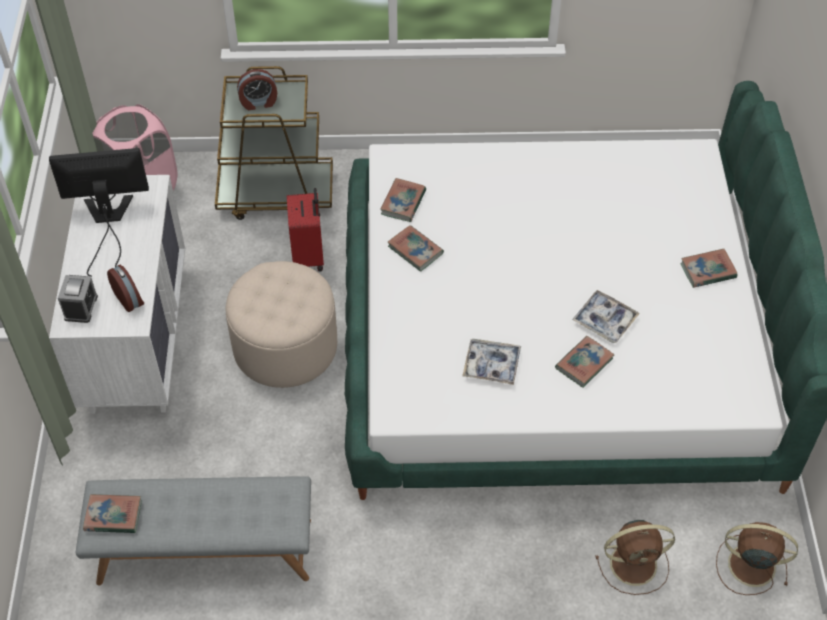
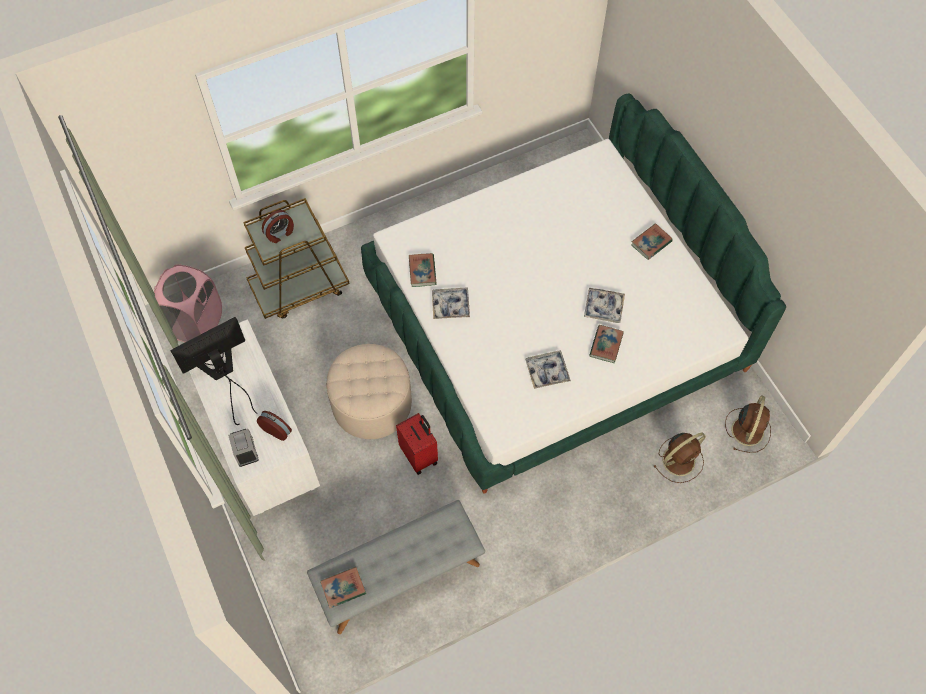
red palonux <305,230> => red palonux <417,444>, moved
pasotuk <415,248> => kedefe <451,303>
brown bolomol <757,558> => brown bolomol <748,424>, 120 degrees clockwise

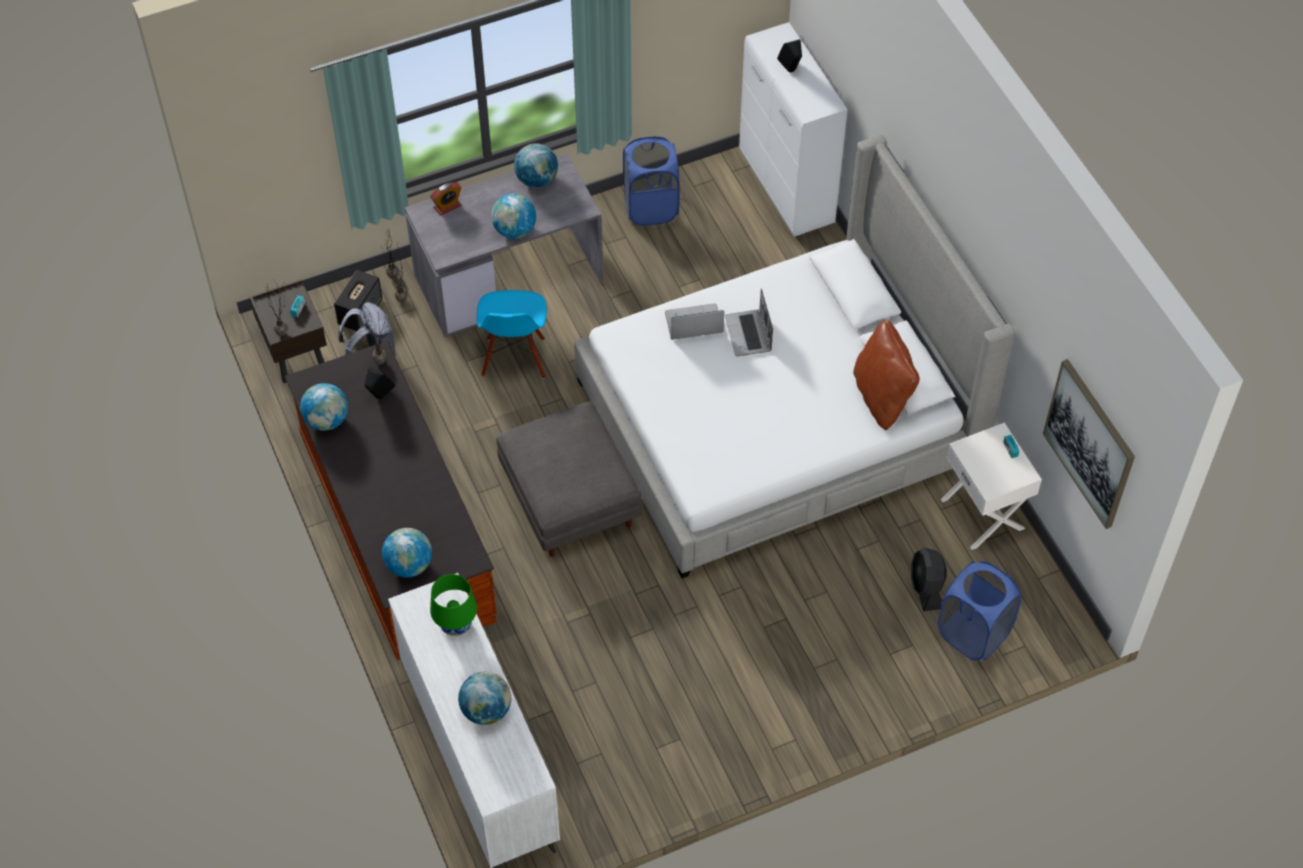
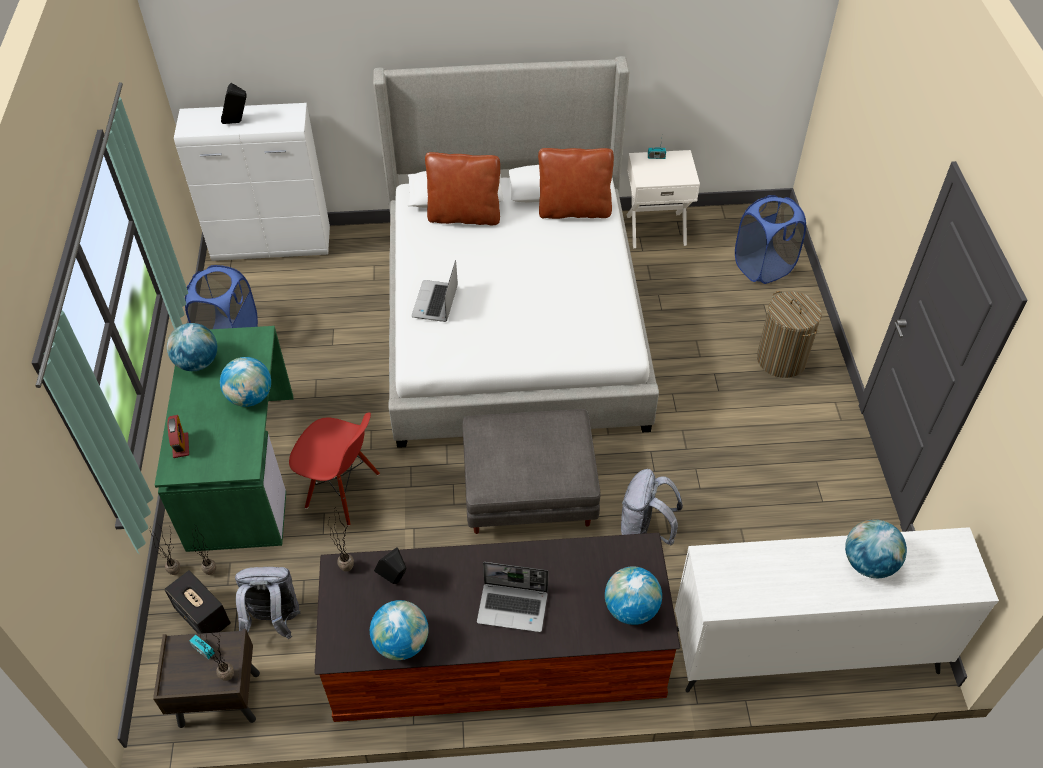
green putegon <453,605> => nothing
black bolomol <929,579> => nothing
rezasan <1089,444> => nothing
nothing => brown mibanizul <462,188>
nothing => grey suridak <652,507>
nothing => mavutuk <789,334>
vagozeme <749,322> => vagozeme <513,597>, moved
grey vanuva <504,245> => green vanuva <224,439>
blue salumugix <512,334> => red salumugix <334,469>

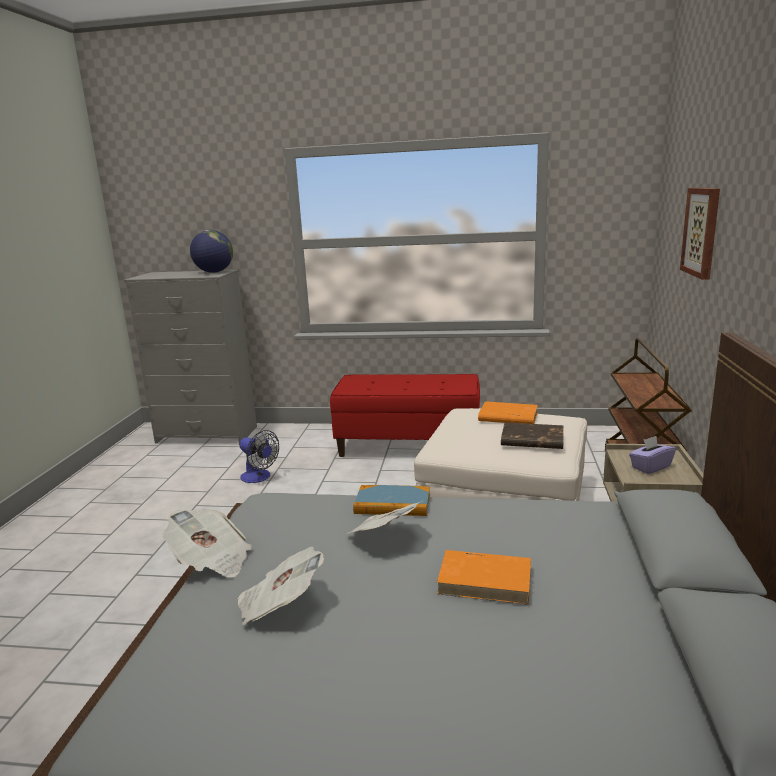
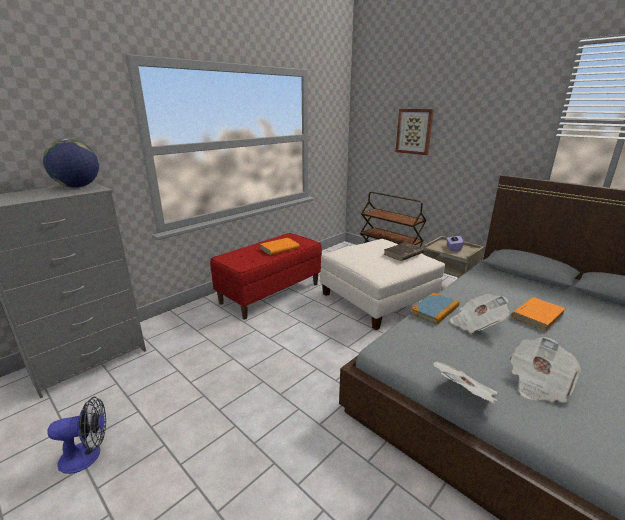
bolomol <259,456> => bolomol <77,435>, moved
orange pasotuk <508,412> => orange pasotuk <280,246>, moved

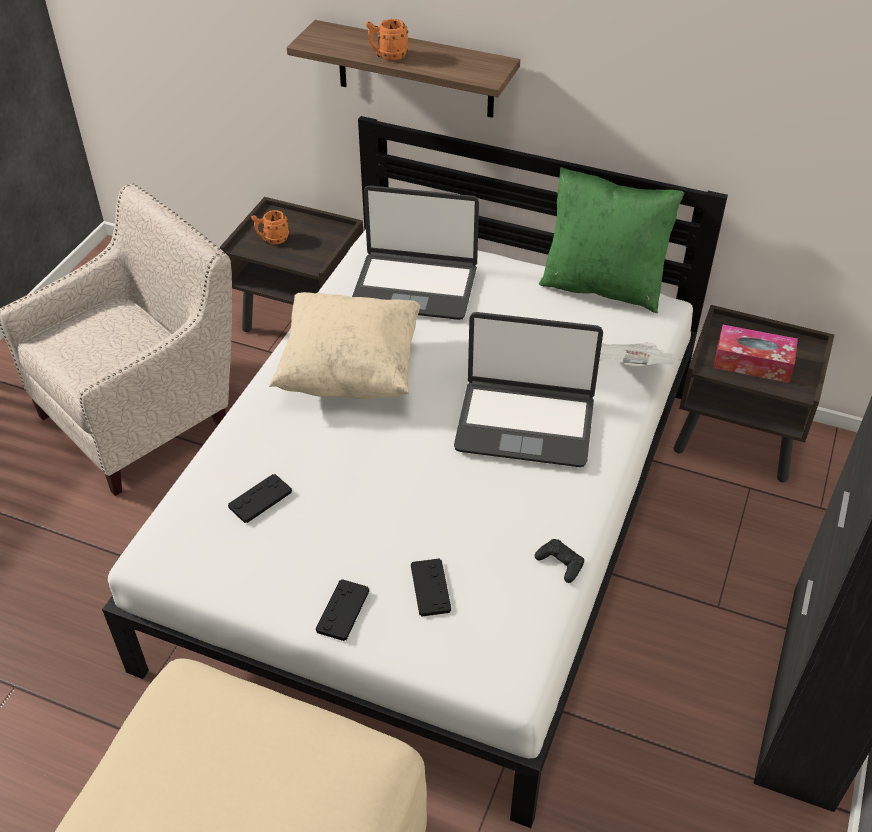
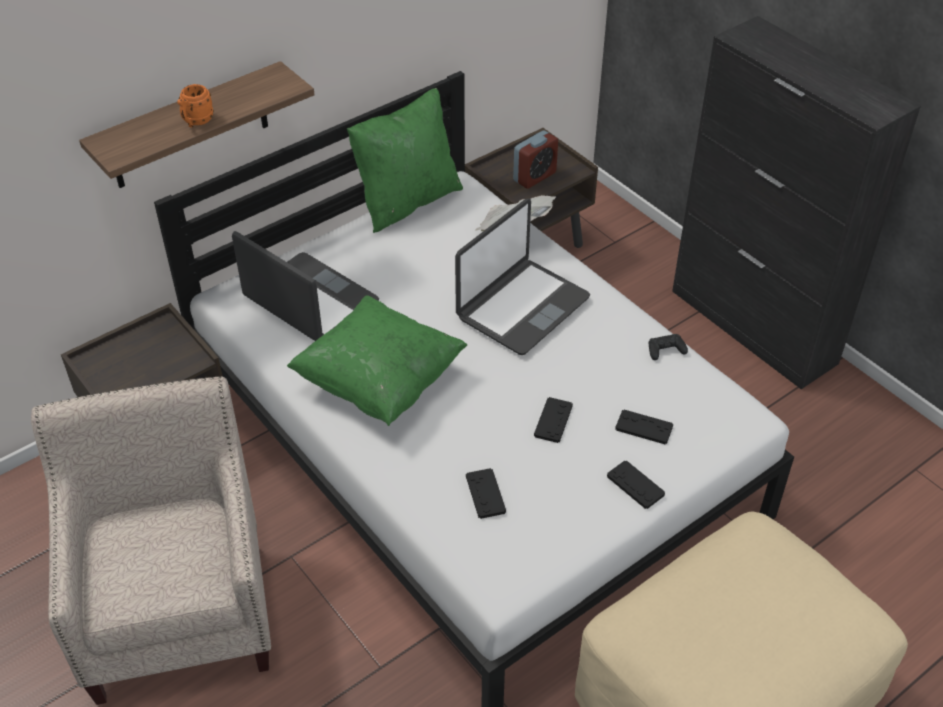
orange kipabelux <270,227> => nothing
nothing => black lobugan <553,420>
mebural <756,354> => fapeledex <535,160>
beige mibanizul <345,345> => green mibanizul <377,360>
vagozeme <415,253> => vagozeme <305,286>, 90 degrees counterclockwise

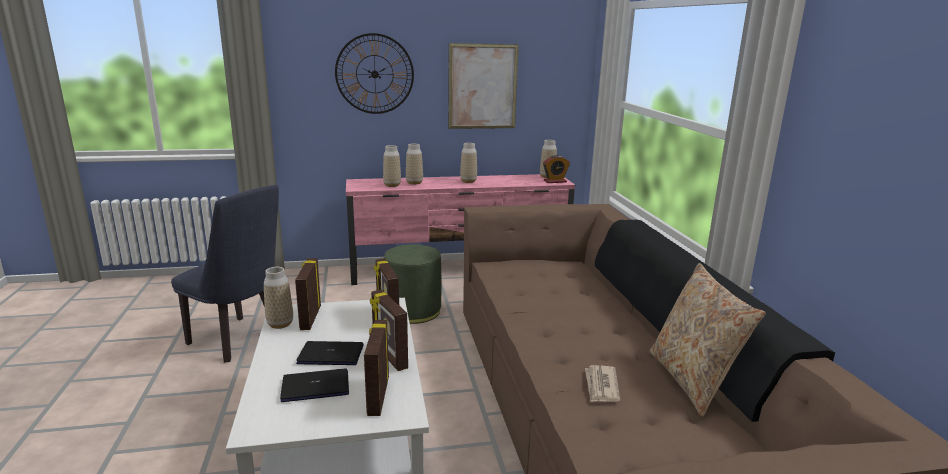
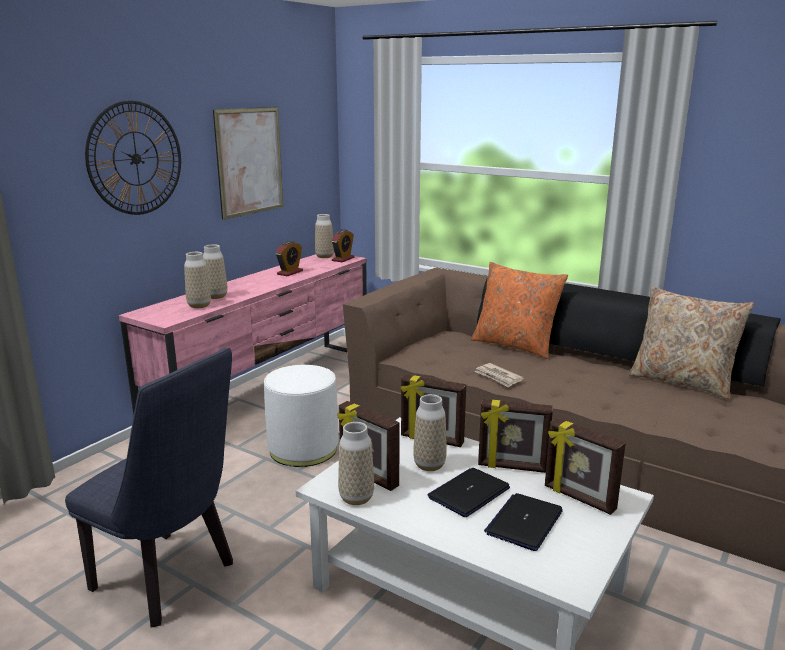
nothing => fapeledex <289,258>
nothing => orange mibanizul <519,310>
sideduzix <468,163> => sideduzix <430,432>, moved
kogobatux <602,383> => kogobatux <499,375>, moved
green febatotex <412,284> => white febatotex <301,416>
blue salumugix <225,274> => blue salumugix <149,488>, 45 degrees clockwise

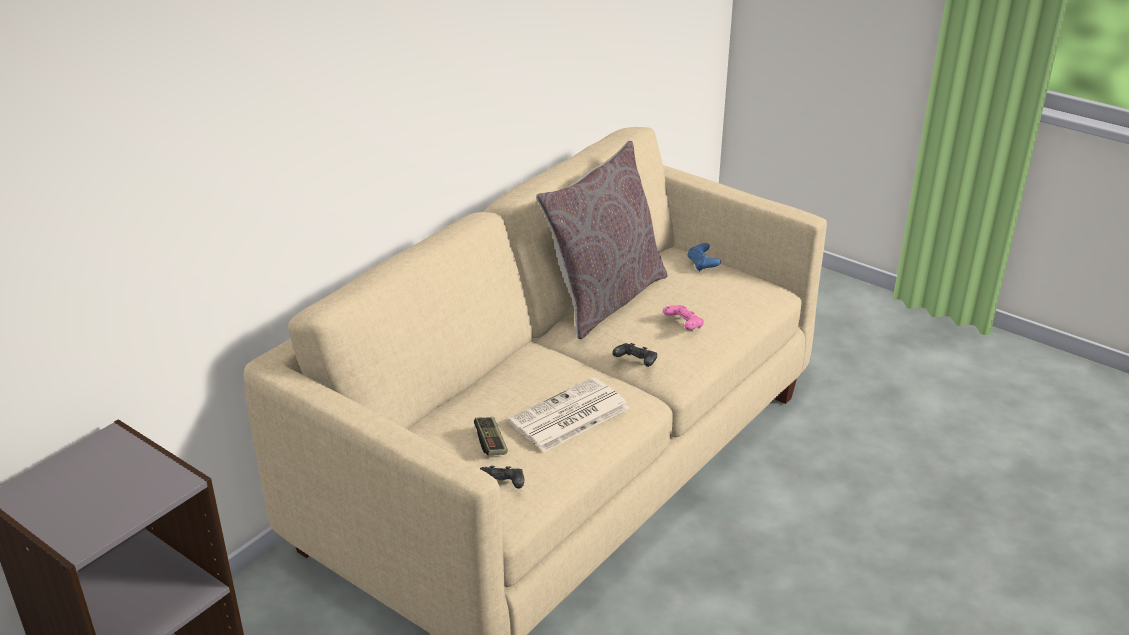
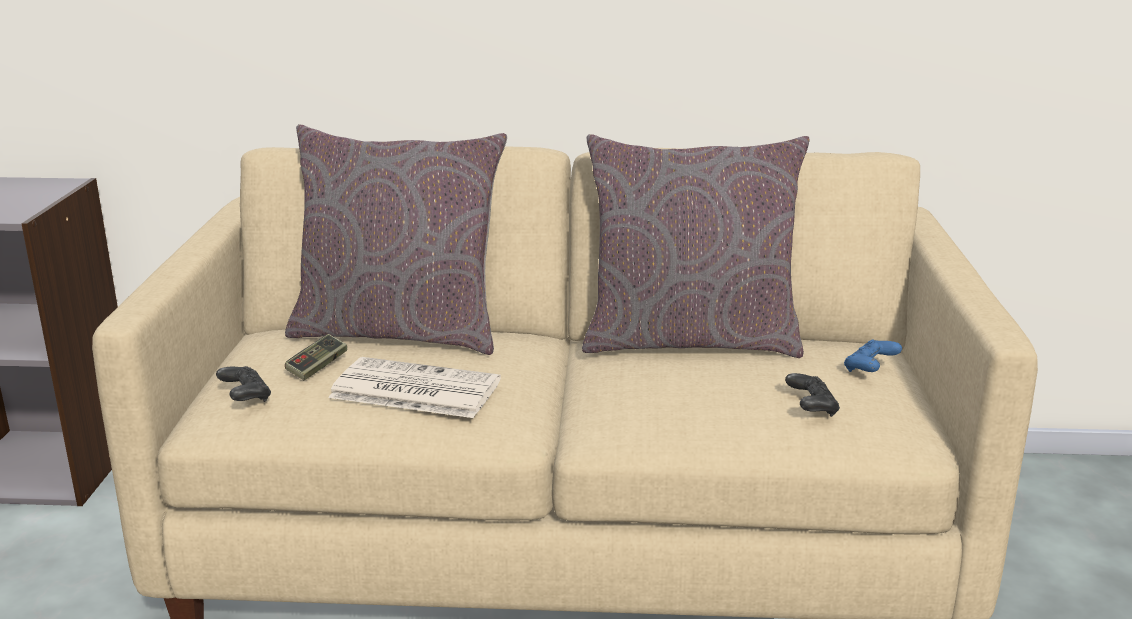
pink lobugan <683,317> => nothing
nothing => grey mibanizul <396,239>
black lobugan <634,355> => black lobugan <812,395>, moved

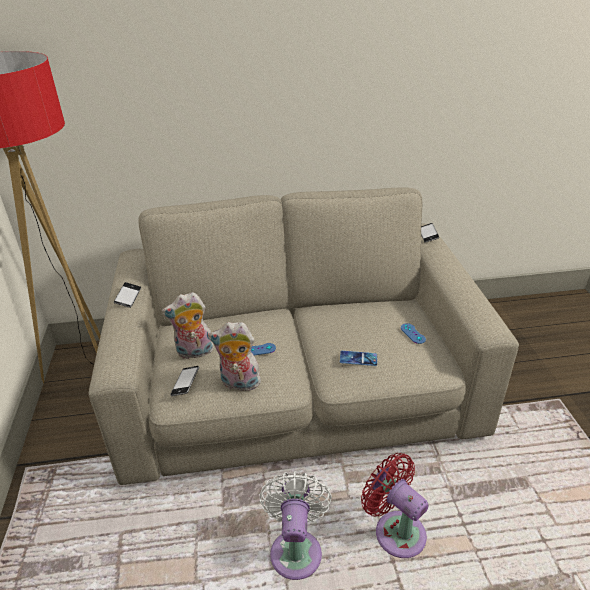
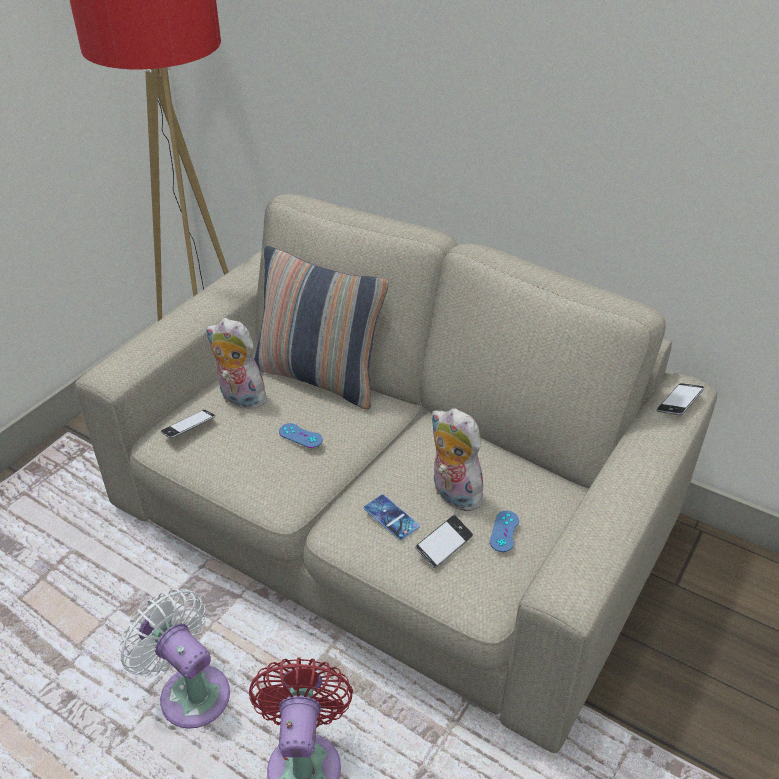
nothing => mibanizul <321,327>
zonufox <127,295> => zonufox <444,541>, moved
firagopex <234,356> => firagopex <457,459>, moved
white bolomol <296,526> => white bolomol <174,659>, 90 degrees counterclockwise

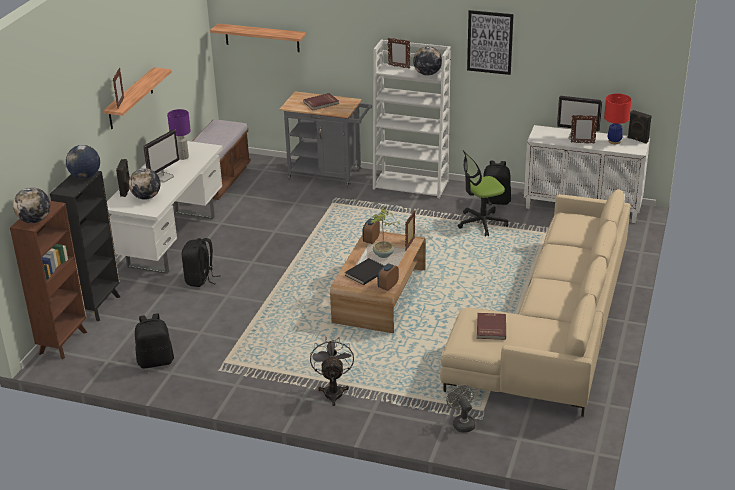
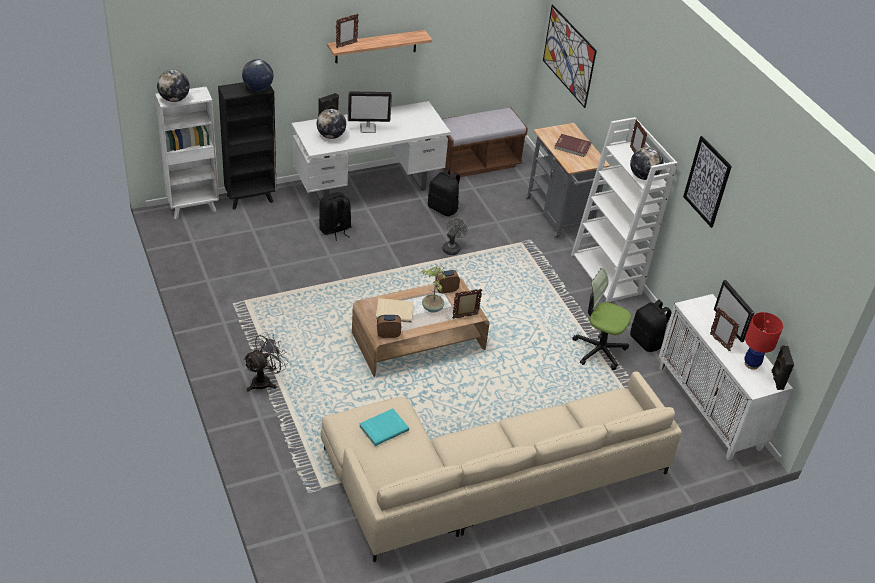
purple putegon <179,134> => nothing
black suridak <154,341> => black suridak <444,192>, moved
grey bolomol <460,409> => grey bolomol <455,236>, moved
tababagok <258,37> => rezasan <570,56>
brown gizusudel <48,280> => white gizusudel <187,153>
black pasotuk <364,271> => beige pasotuk <395,310>
red pasotuk <491,326> => turquoise pasotuk <384,427>

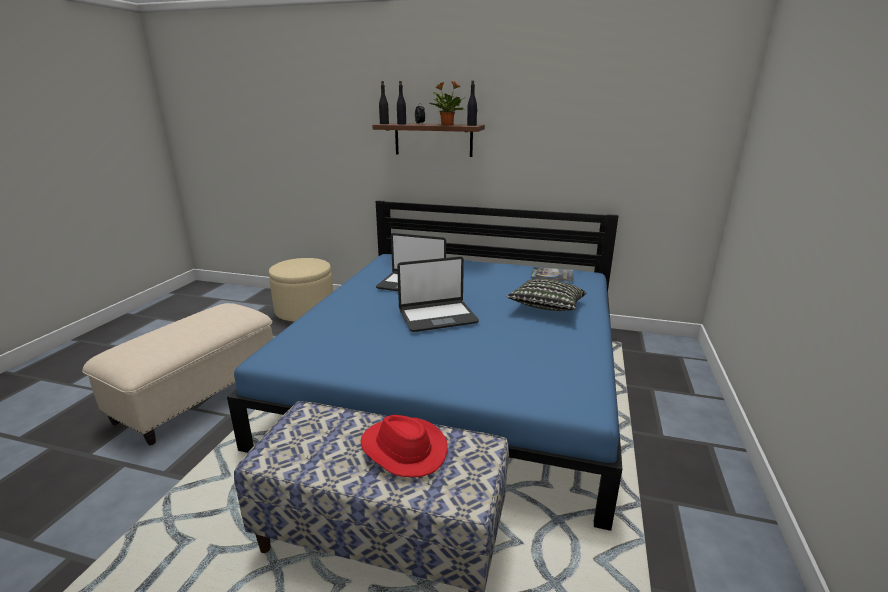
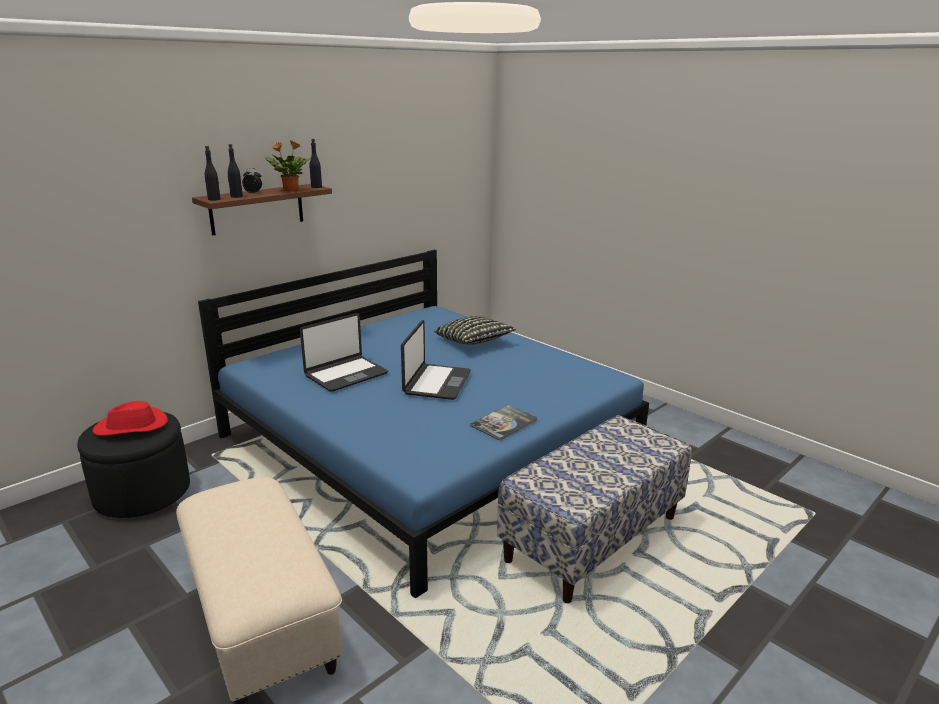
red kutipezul <404,446> => red kutipezul <130,418>, moved
pasotuk <552,274> => pasotuk <503,422>, moved
beige febatotex <301,290> => black febatotex <133,465>

